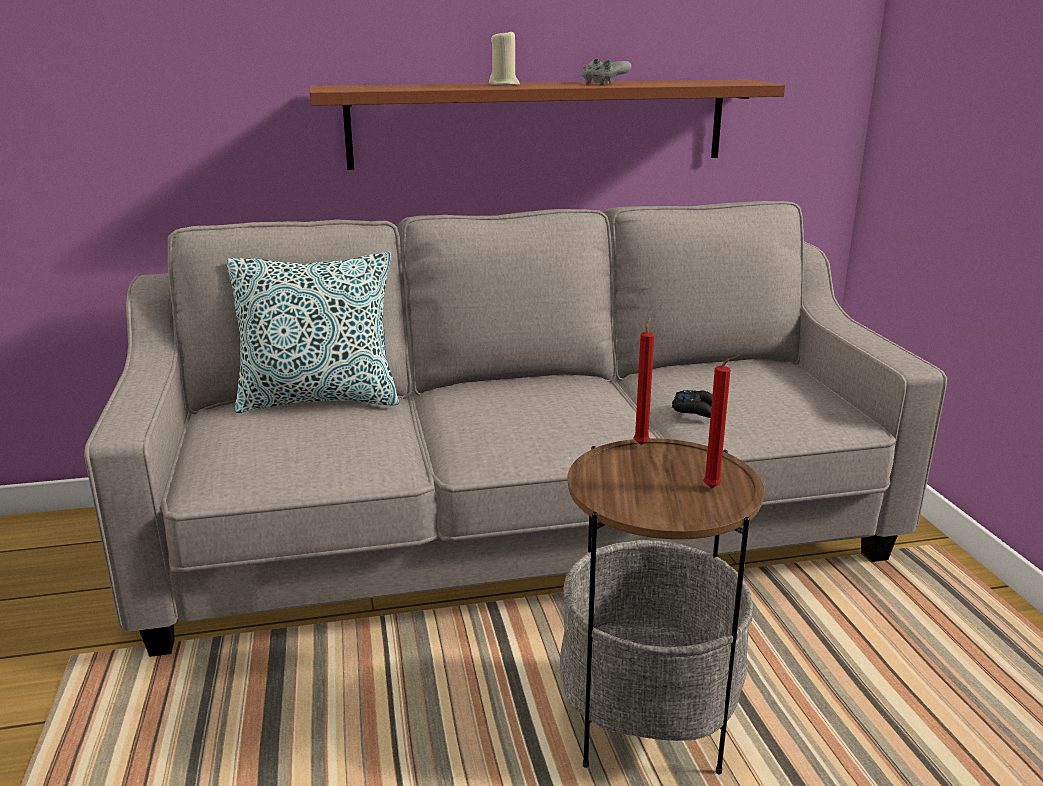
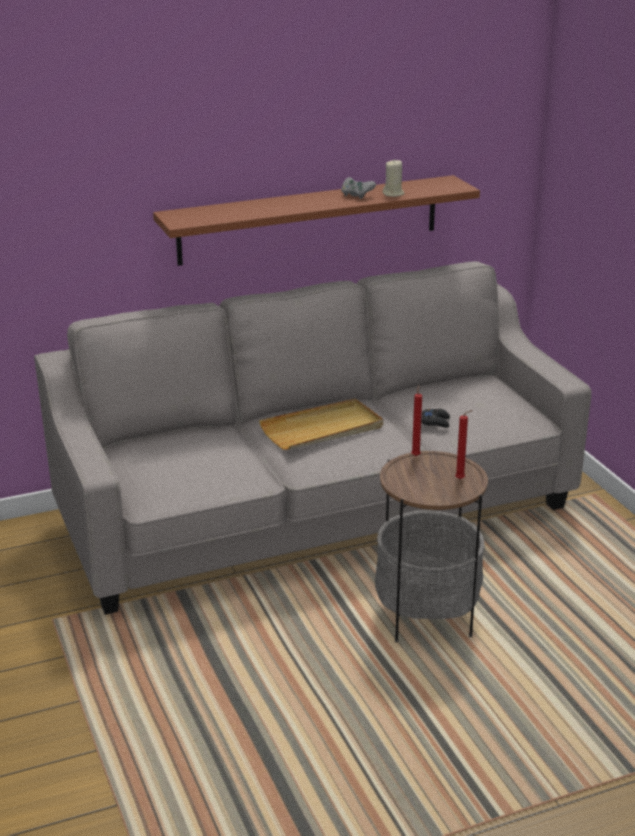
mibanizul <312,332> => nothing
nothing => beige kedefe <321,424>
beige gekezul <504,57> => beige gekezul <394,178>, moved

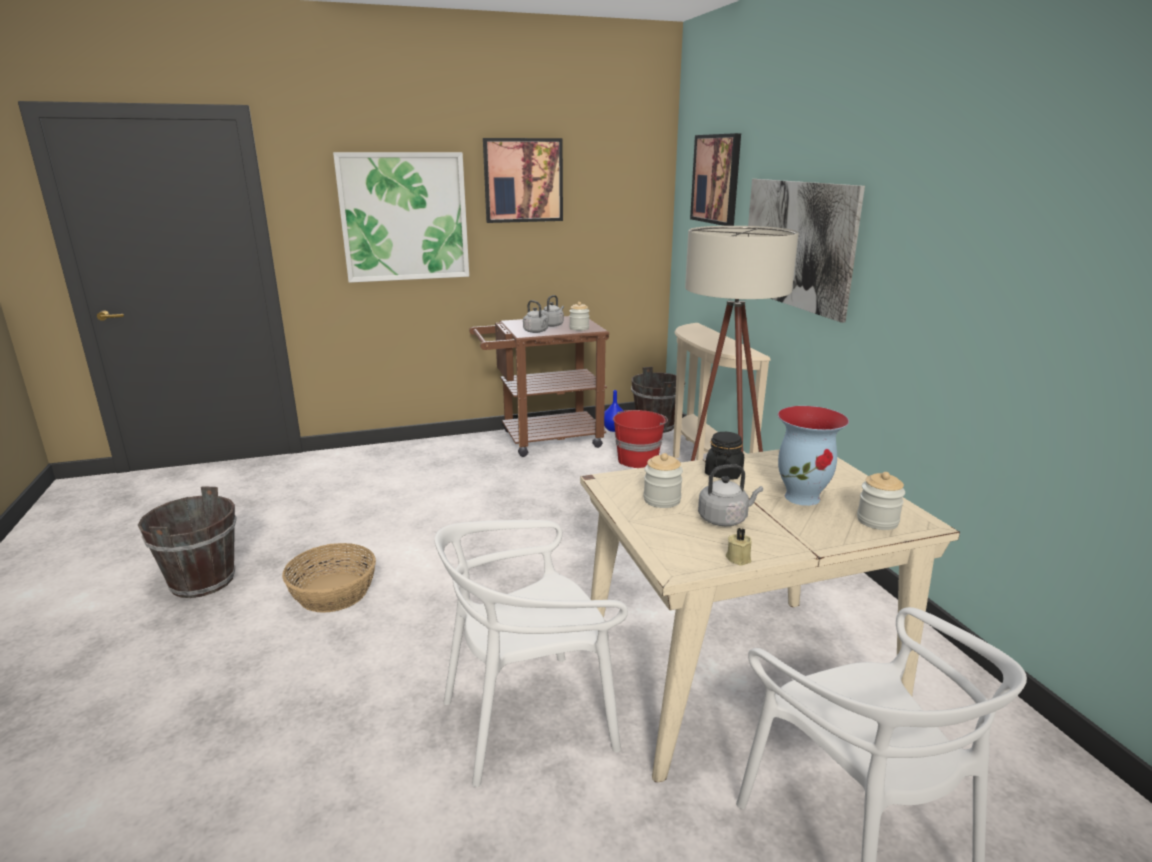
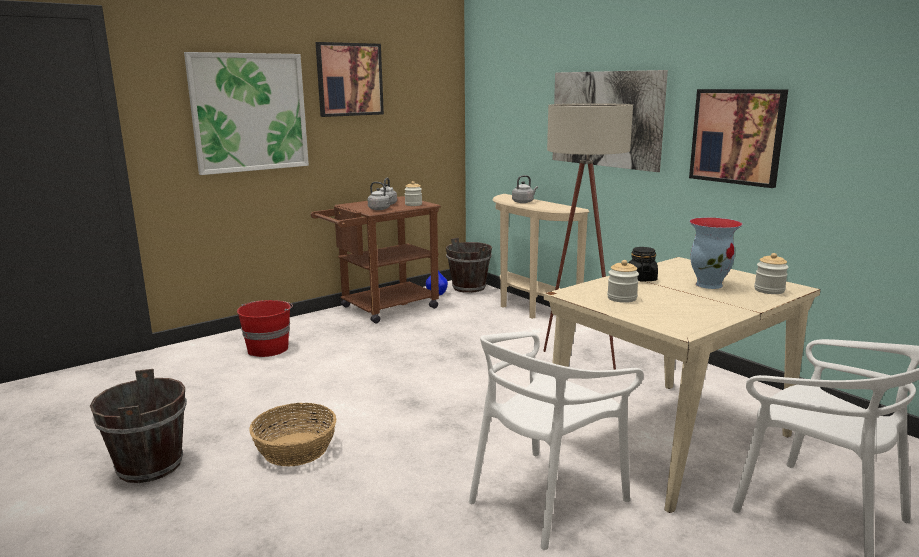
beige gekezul <739,547> => nothing
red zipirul <640,439> => red zipirul <265,328>, moved
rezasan <715,179> => rezasan <738,138>, moved
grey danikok <730,495> => grey danikok <525,189>, moved

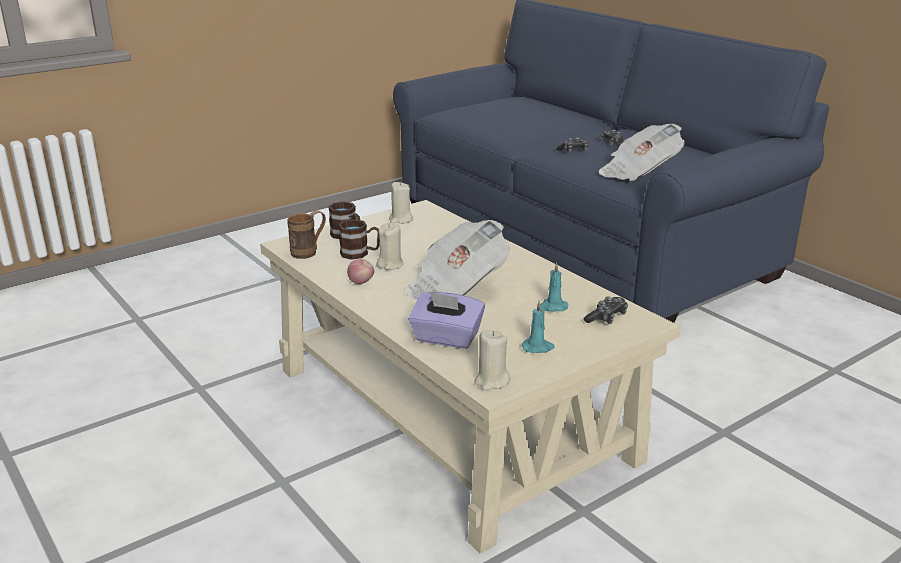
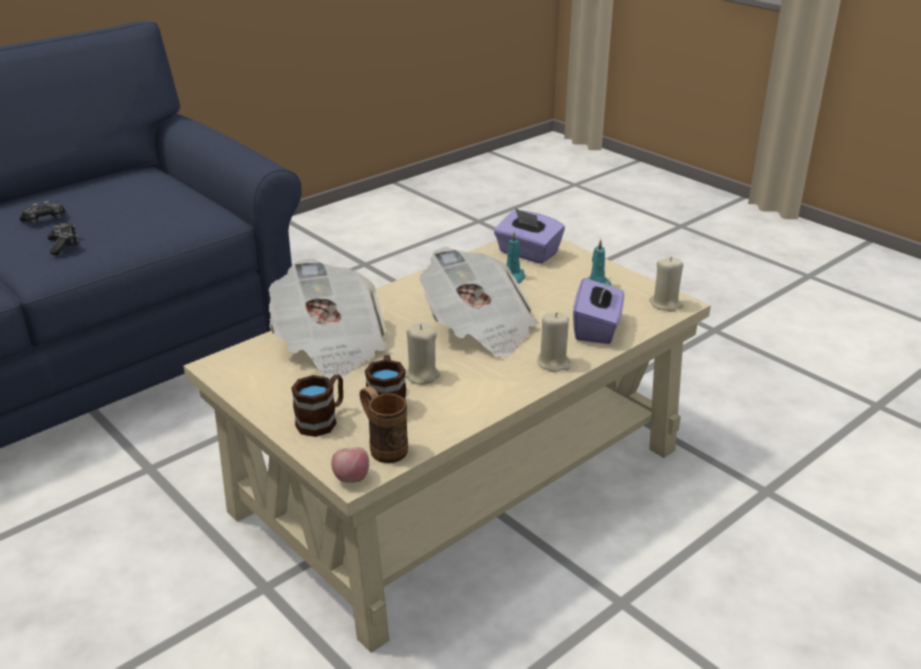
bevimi <360,271> => bevimi <350,465>, moved
beige gekezul <401,203> => beige gekezul <554,342>, moved
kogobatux <641,152> => kogobatux <328,319>, moved
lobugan <605,310> => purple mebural <529,236>

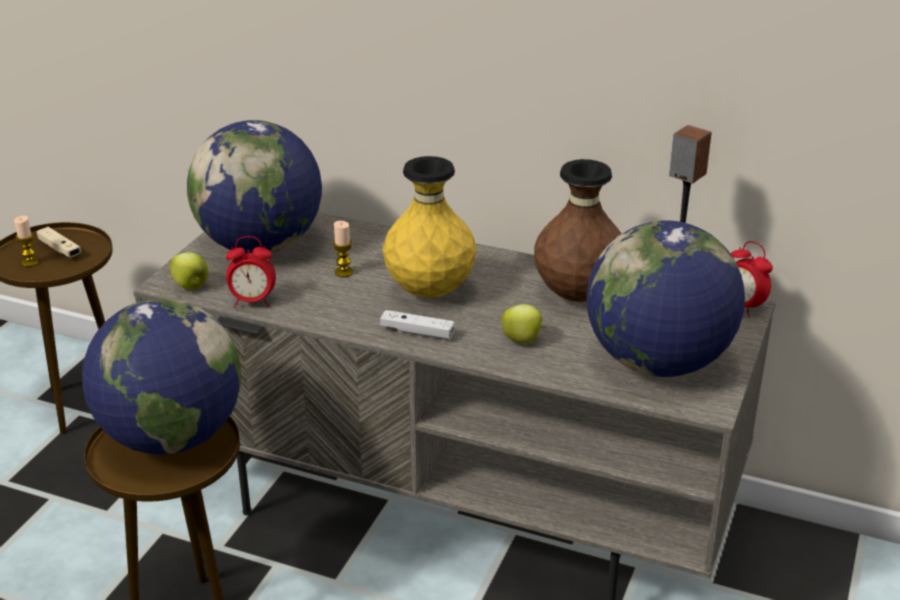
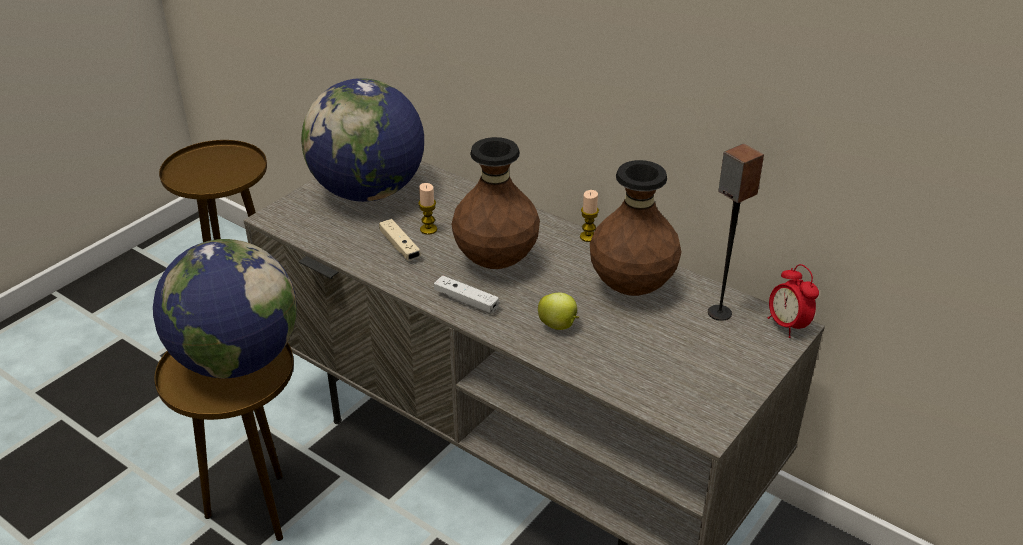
bevimi <188,270> => nothing
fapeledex <251,271> => nothing
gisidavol <666,298> => nothing
gekezul <26,241> => gekezul <589,216>, moved
beige lobugan <58,242> => beige lobugan <400,239>, moved
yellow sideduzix <430,227> => brown sideduzix <495,203>

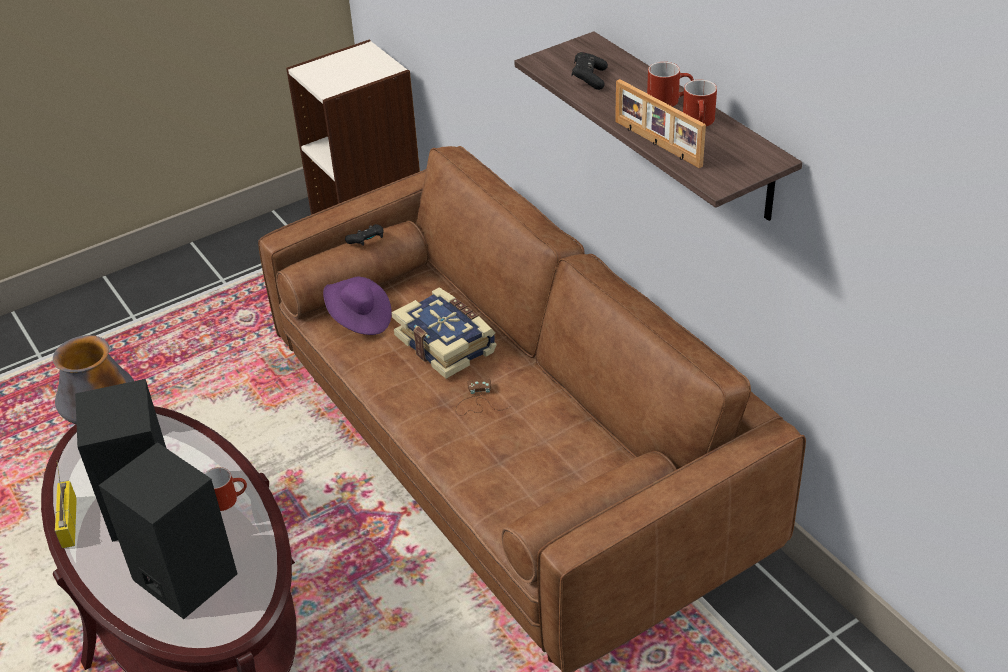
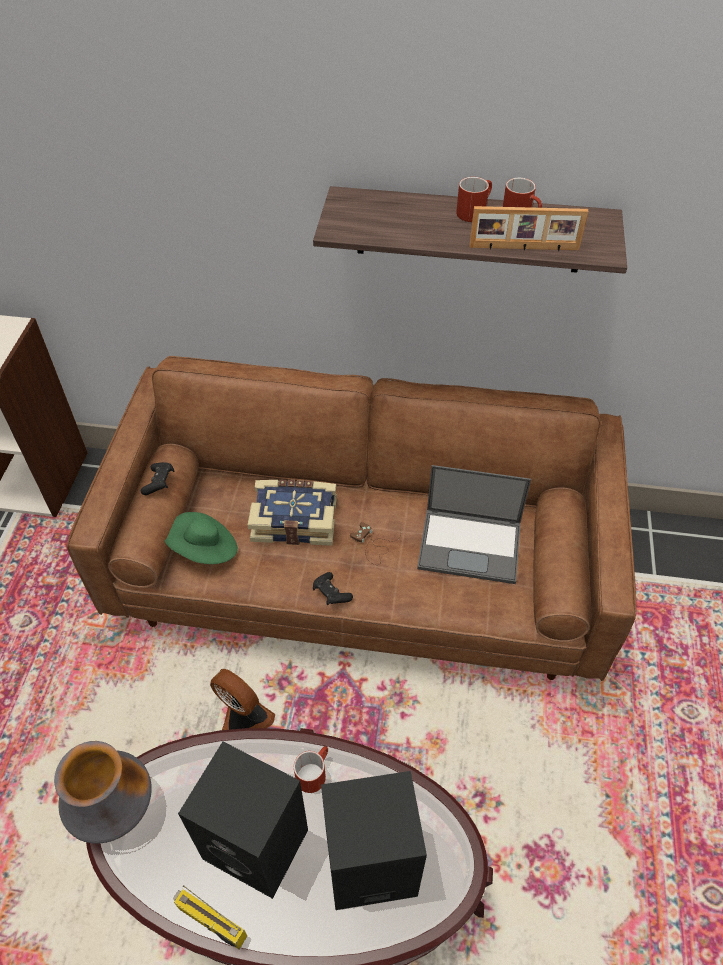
nothing => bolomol <242,699>
nothing => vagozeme <474,524>
black lobugan <589,71> => black lobugan <333,588>, moved
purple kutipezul <357,306> => green kutipezul <201,538>

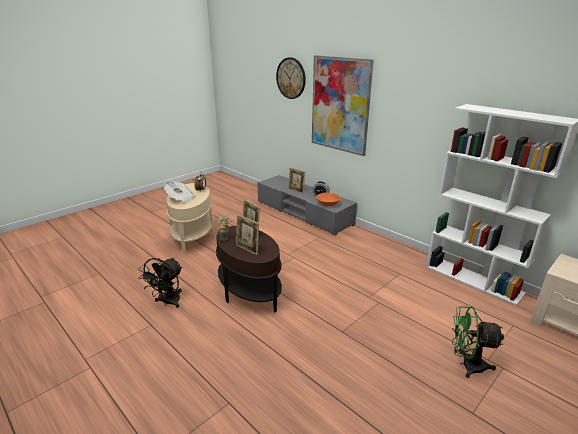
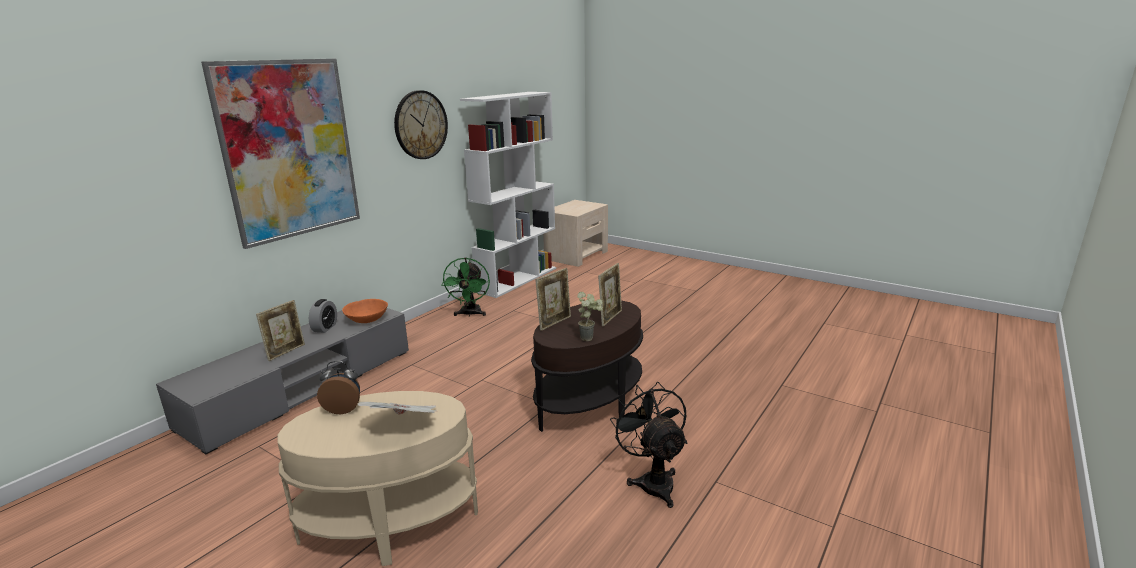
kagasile <291,78> => kagasile <421,124>, moved
green bolomol <478,342> => green bolomol <465,287>, moved
black bolomol <160,282> => black bolomol <648,445>, 120 degrees counterclockwise

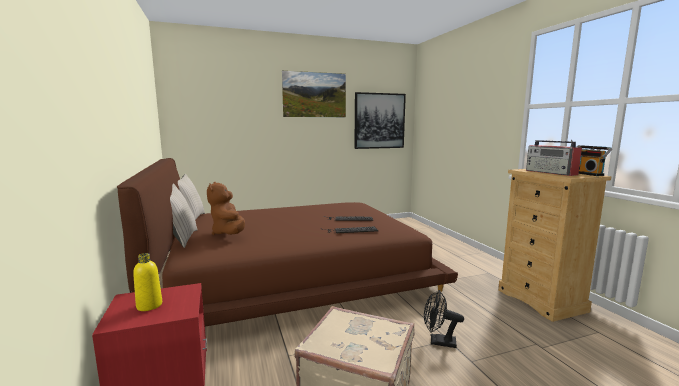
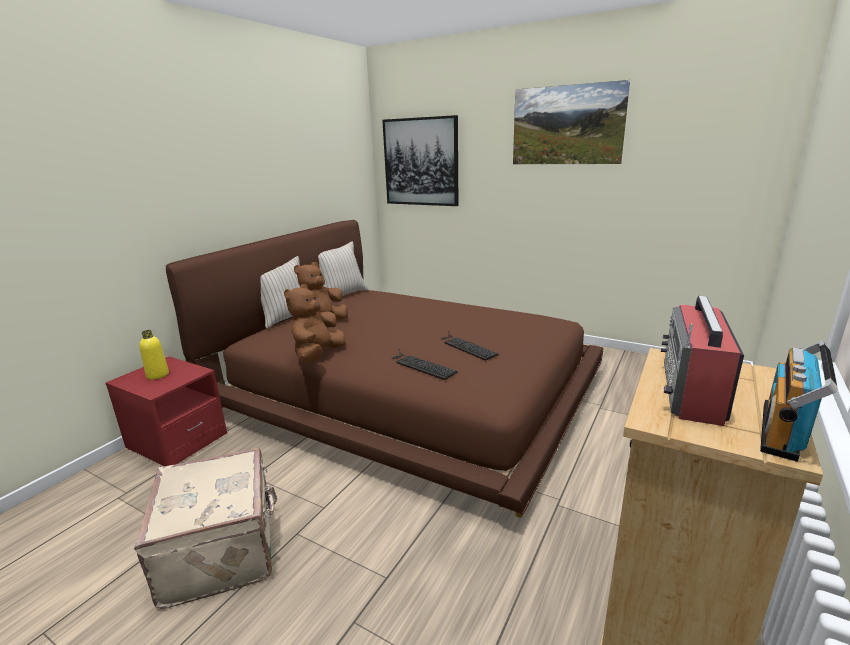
black bolomol <444,319> => nothing
nothing => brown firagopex <314,323>
rezasan <380,120> => rezasan <420,160>, moved

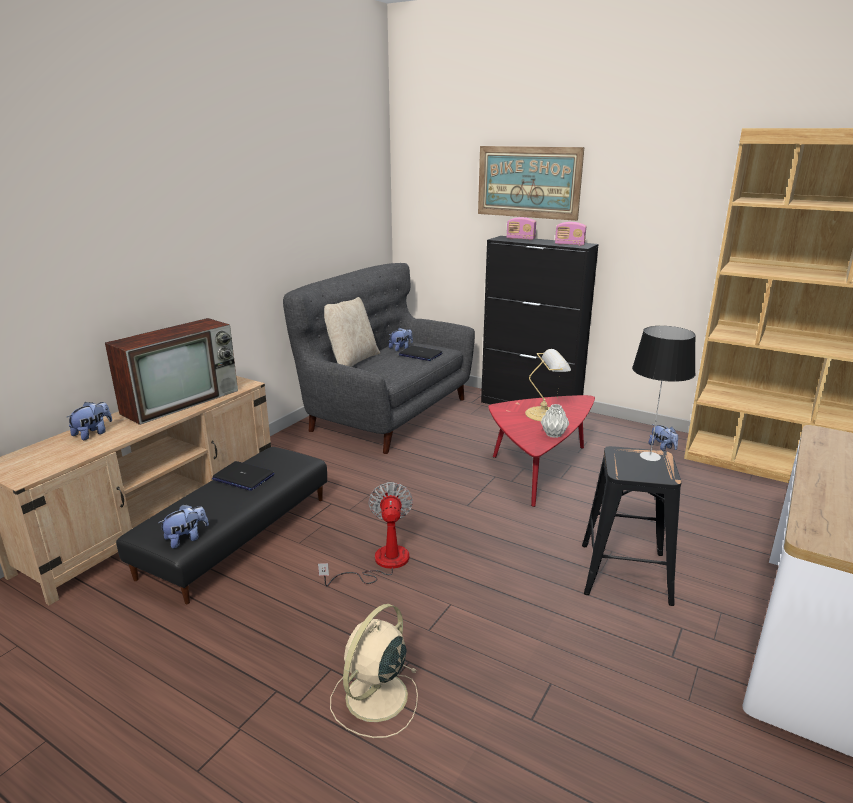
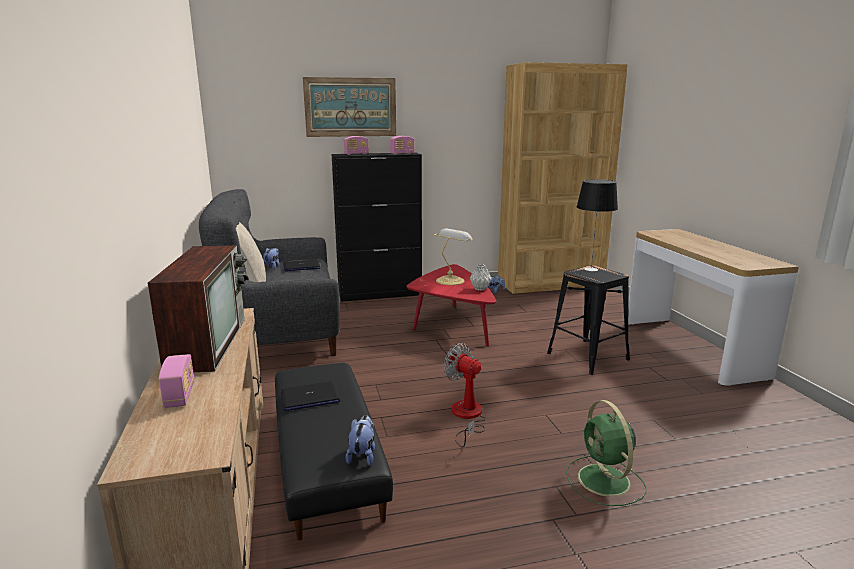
firagopex <89,421> => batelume <177,381>
beige bolomol <374,671> => green bolomol <606,453>

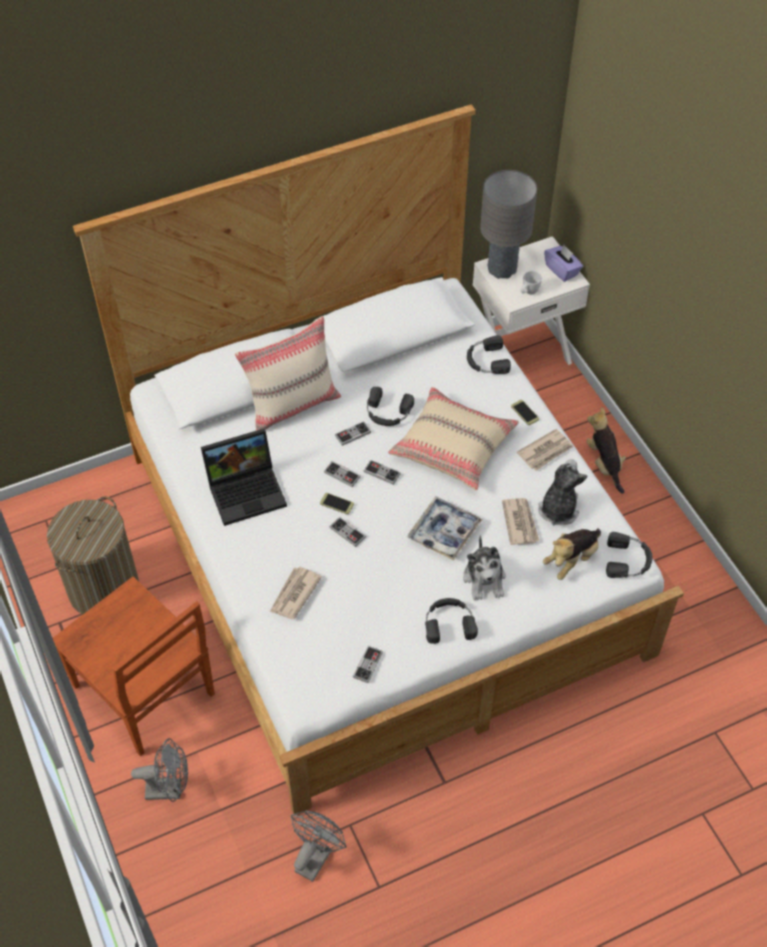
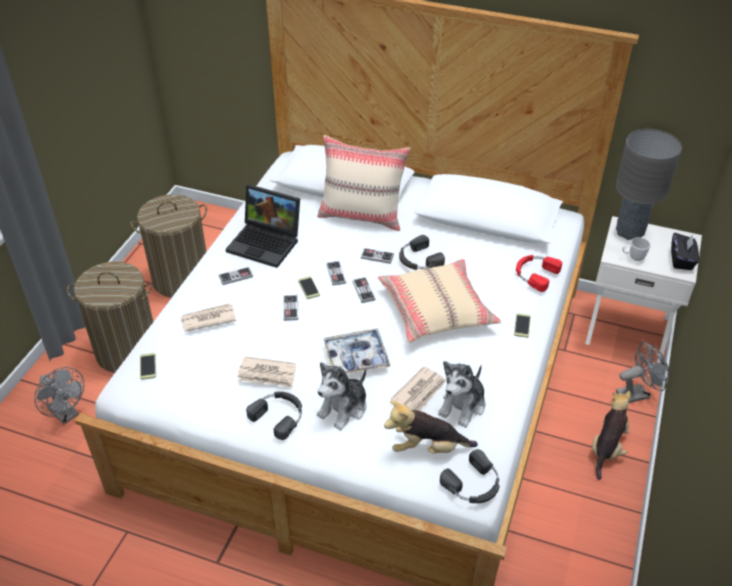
nothing => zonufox <148,366>
grey bolomol <319,846> => grey bolomol <642,372>, moved
lobugan <368,664> => lobugan <236,275>, moved
kogobatux <545,450> => kogobatux <266,371>, moved
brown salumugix <134,666> => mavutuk <110,317>
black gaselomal <489,354> => red gaselomal <539,273>
purple mebural <563,263> => black mebural <685,251>
firagopex <563,492> => firagopex <461,394>, 150 degrees clockwise

